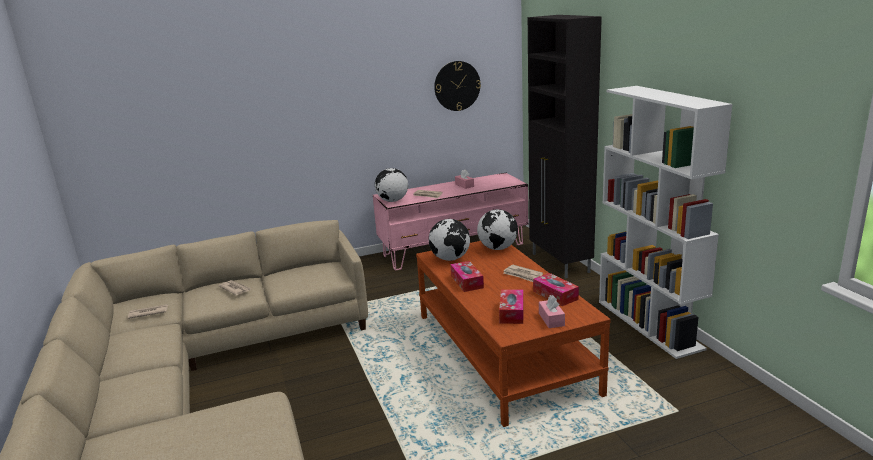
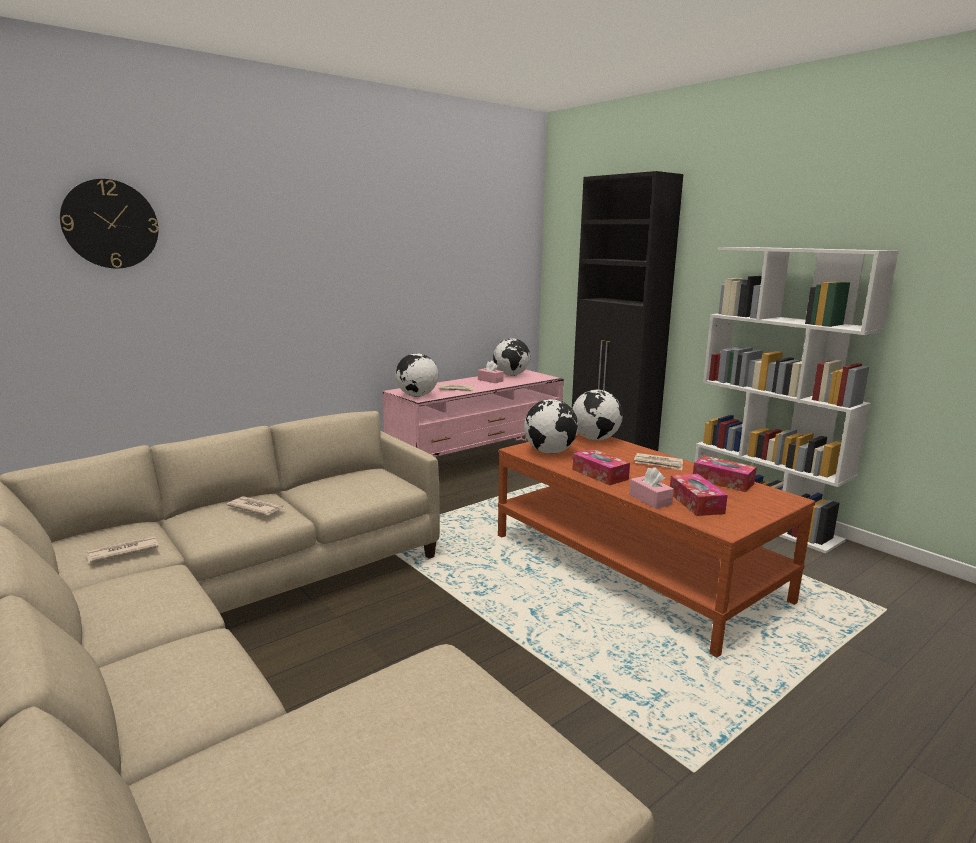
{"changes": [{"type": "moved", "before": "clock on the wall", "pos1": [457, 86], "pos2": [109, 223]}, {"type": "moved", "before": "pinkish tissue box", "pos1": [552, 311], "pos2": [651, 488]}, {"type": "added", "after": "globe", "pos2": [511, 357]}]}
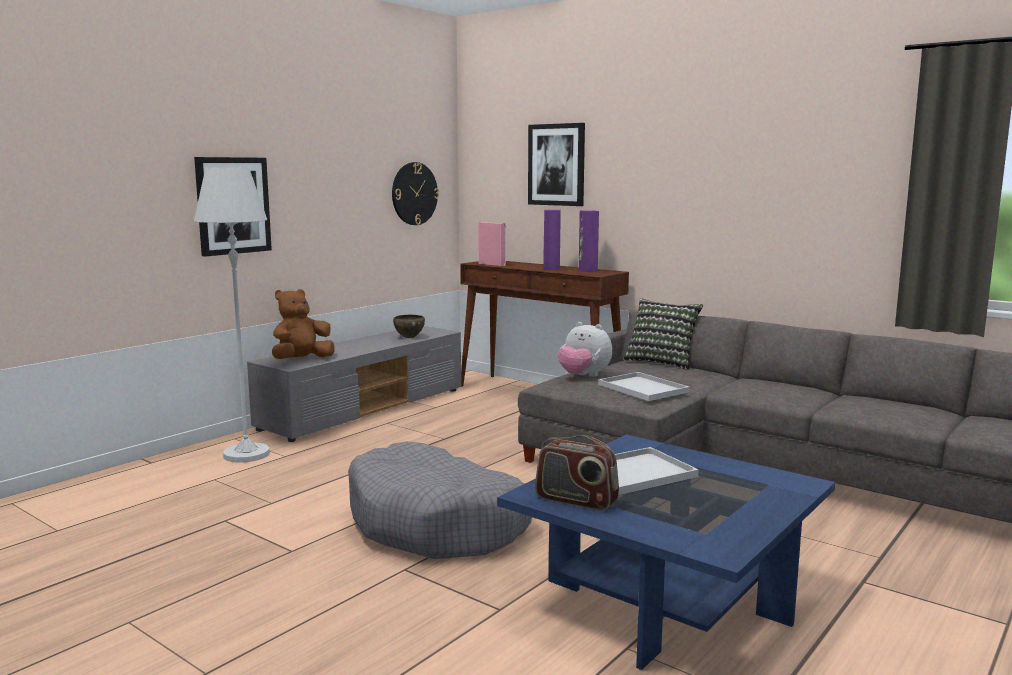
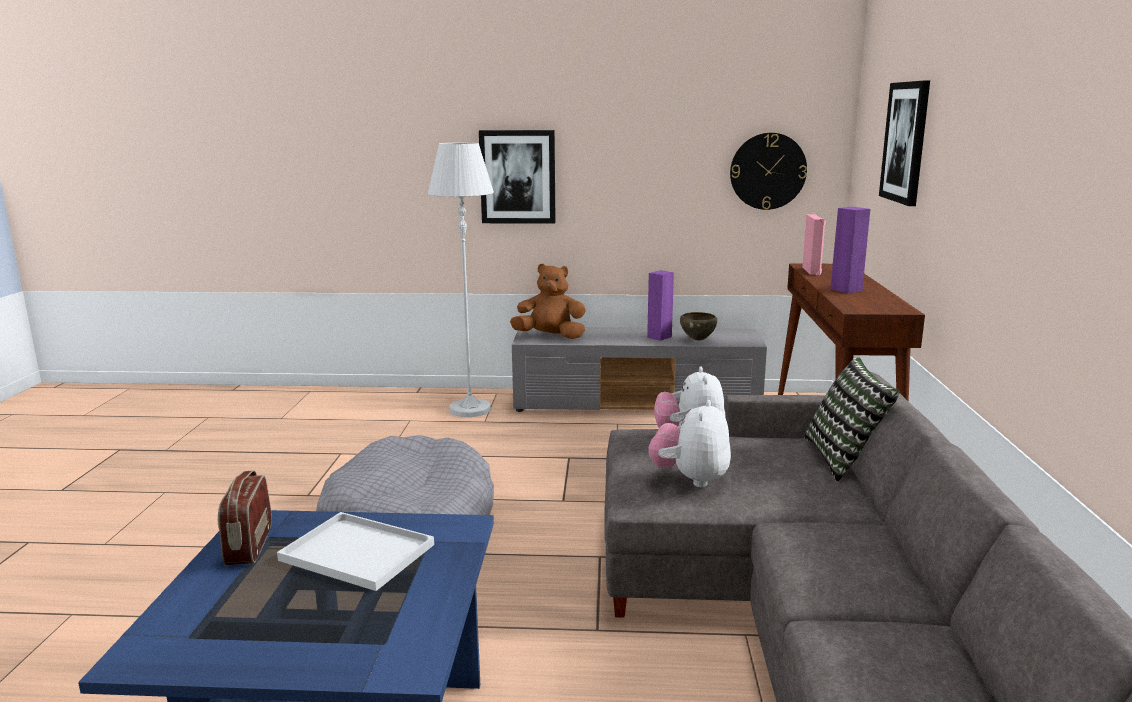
{"changes": [{"type": "moved", "before": "purple-coloured loudspeaker", "pos1": [589, 241], "pos2": [660, 305]}, {"type": "replaced", "before": "white tray", "after": "plush toy", "pos1": [644, 386], "pos2": [690, 443]}]}
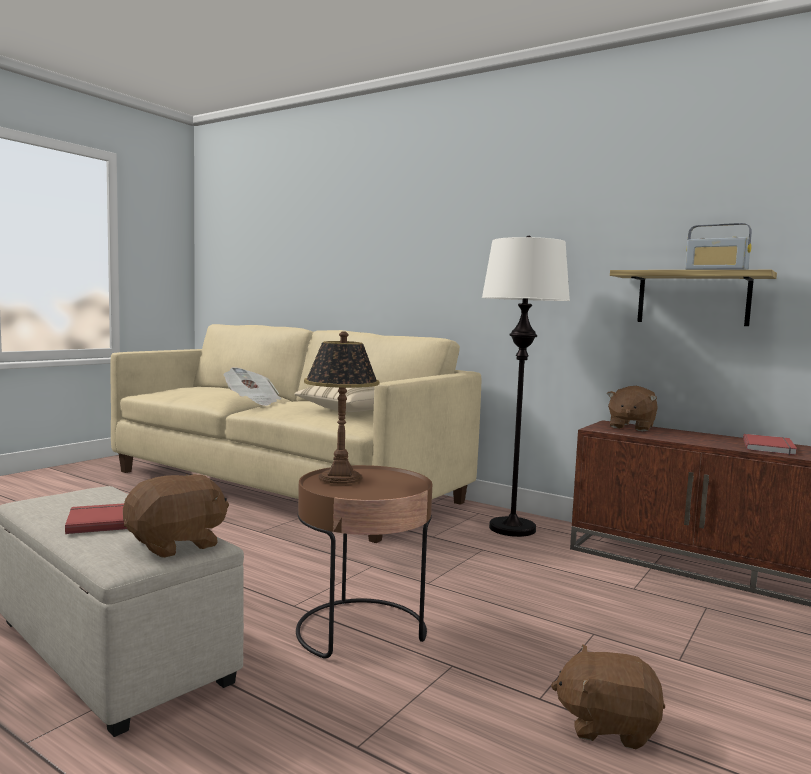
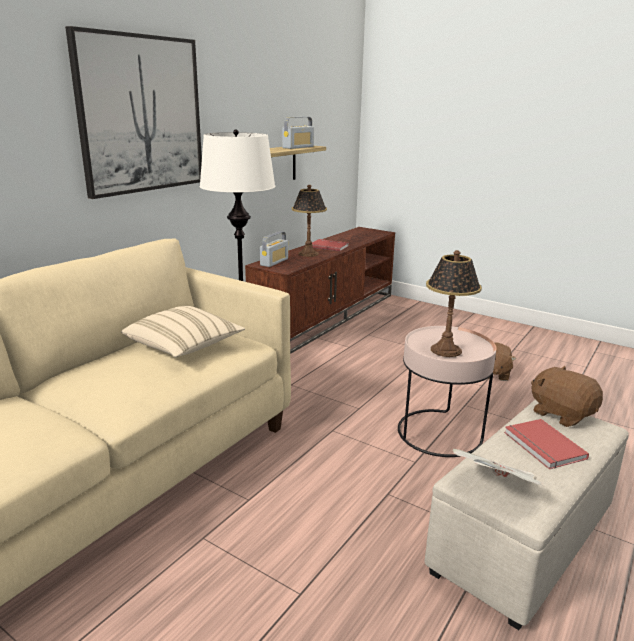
{"changes": [{"type": "moved", "before": "daily paper", "pos1": [253, 386], "pos2": [499, 468]}, {"type": "recoloured", "before": "brown end table", "after": "pinkish end table", "pos1": [364, 561], "pos2": [447, 391]}, {"type": "replaced", "before": "brown plush toy", "after": "radio", "pos1": [632, 408], "pos2": [274, 249]}, {"type": "added", "after": "picture", "pos2": [133, 112]}, {"type": "added", "after": "table lamp", "pos2": [309, 221]}]}
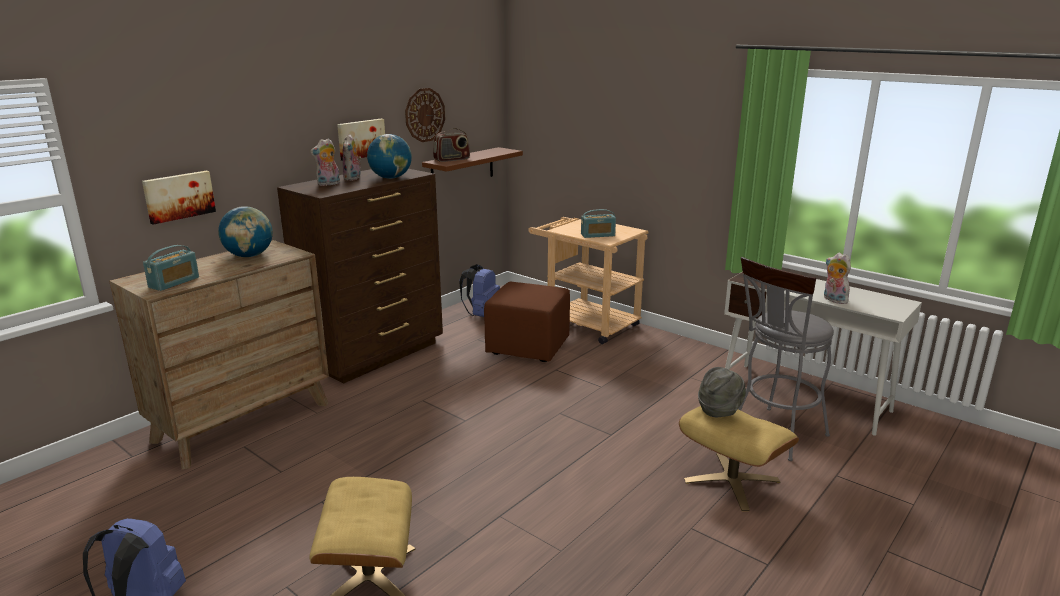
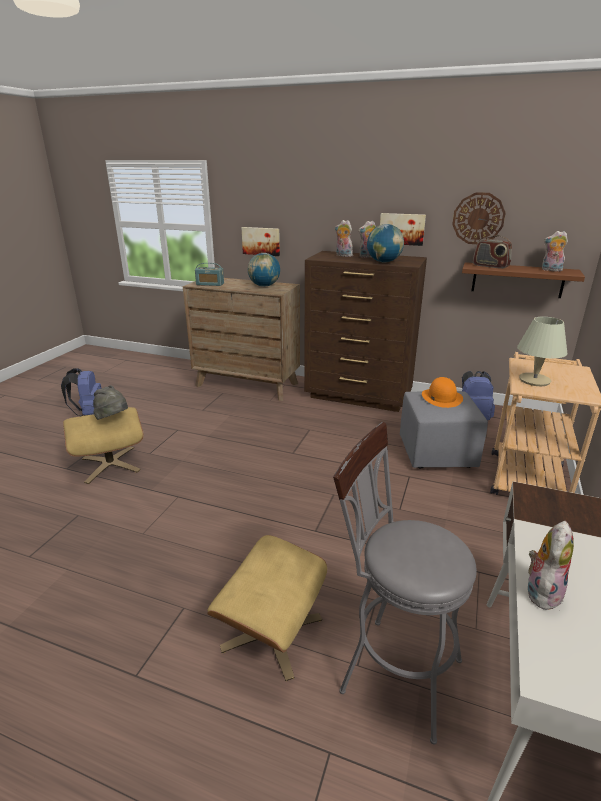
{"changes": [{"type": "recoloured", "before": "brown ottoman", "after": "gray ottoman", "pos1": [527, 322], "pos2": [444, 430]}, {"type": "replaced", "before": "radio", "after": "sand-coloured table lamp", "pos1": [598, 223], "pos2": [542, 351]}, {"type": "moved", "before": "gray clothing hat", "pos1": [722, 392], "pos2": [110, 402]}, {"type": "added", "after": "orange clothing hat", "pos2": [442, 392]}, {"type": "added", "after": "plush toy", "pos2": [555, 251]}]}
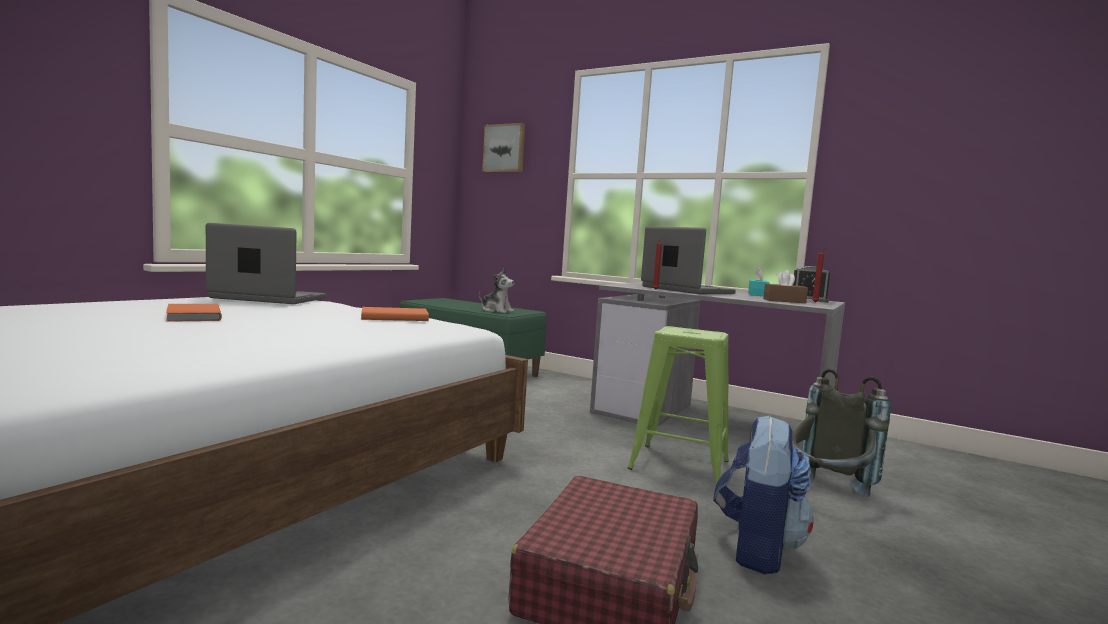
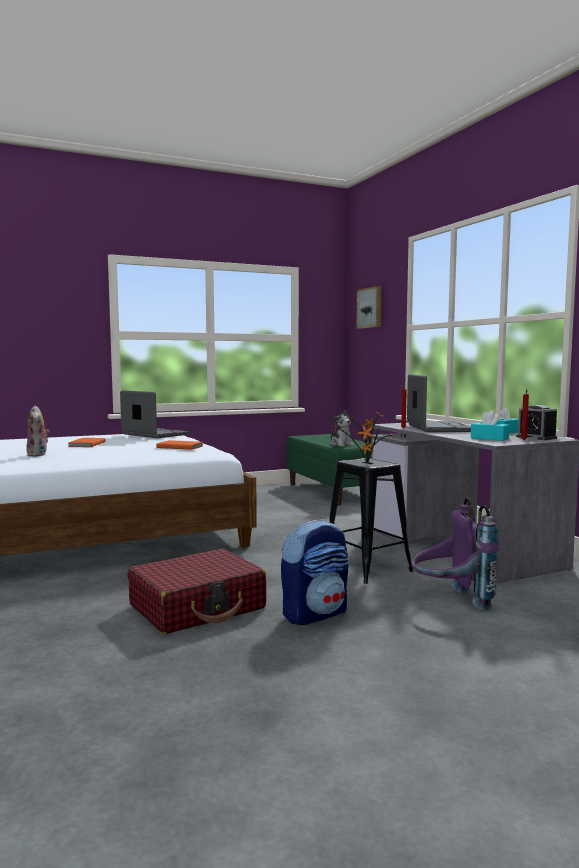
{"changes": [{"type": "recoloured", "before": "green-coloured stool", "after": "blackish stool", "pos1": [678, 406], "pos2": [371, 521]}, {"type": "recoloured", "before": "brown tissue box", "after": "blue-green tissue box", "pos1": [785, 286], "pos2": [490, 425]}, {"type": "recoloured", "before": "gray rucksack", "after": "purple-coloured rucksack", "pos1": [842, 433], "pos2": [455, 554]}, {"type": "added", "after": "plush toy", "pos2": [38, 431]}, {"type": "added", "after": "plant in a pot", "pos2": [365, 438]}]}
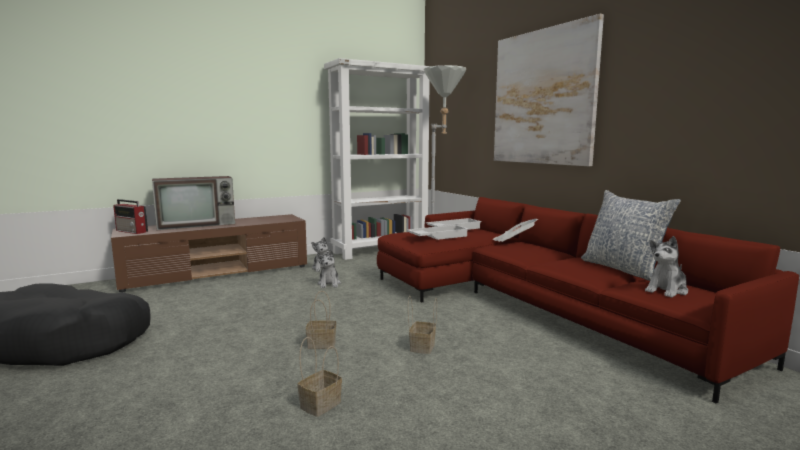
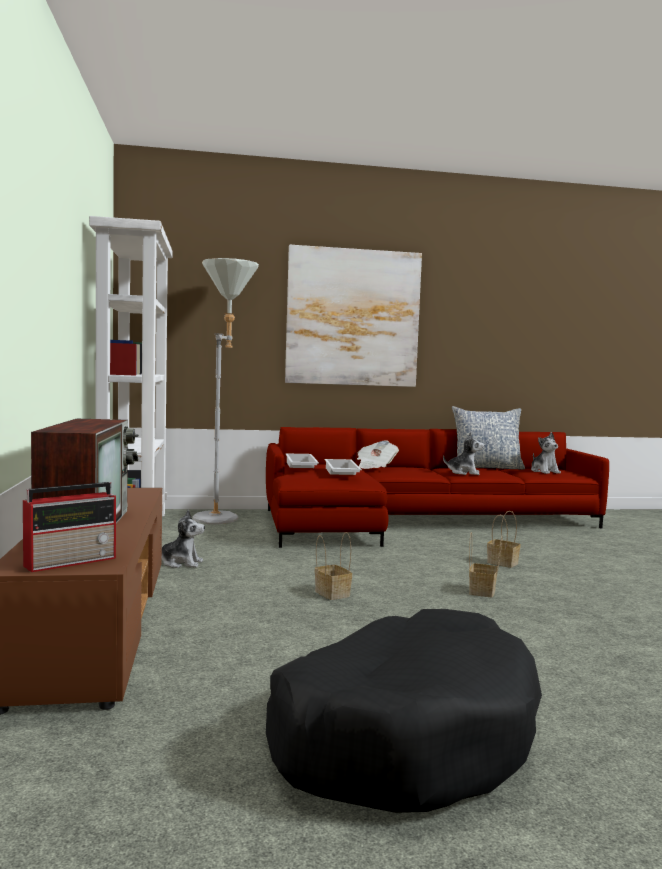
{"changes": [{"type": "moved", "before": "basket", "pos1": [319, 377], "pos2": [333, 566]}, {"type": "moved", "before": "plush toy", "pos1": [328, 268], "pos2": [464, 453]}]}
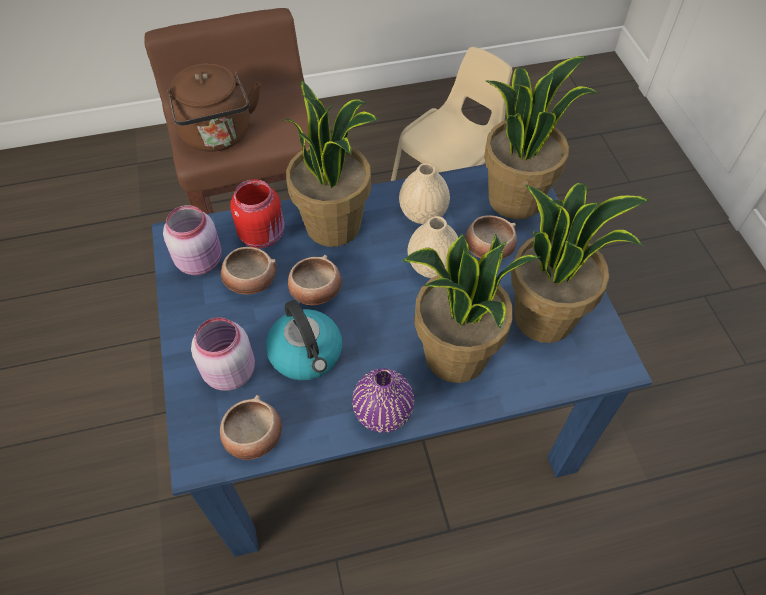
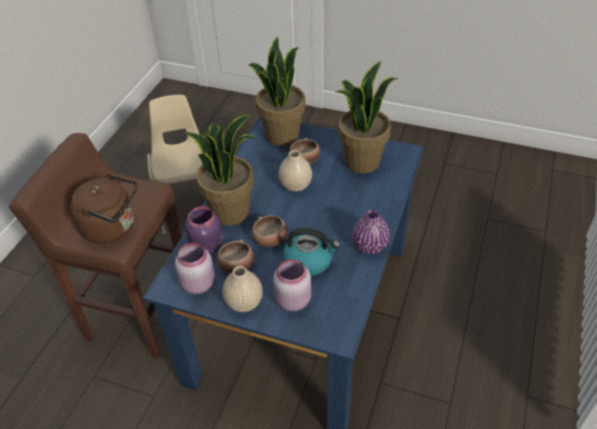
{"changes": [{"type": "removed", "before": "deep dish", "pos1": [251, 427]}, {"type": "recoloured", "before": "reddish storage jar", "after": "purple-coloured storage jar", "pos1": [257, 214], "pos2": [204, 230]}, {"type": "moved", "before": "sand-coloured flower vase", "pos1": [424, 193], "pos2": [242, 289]}, {"type": "removed", "before": "plant in a pot", "pos1": [471, 308]}]}
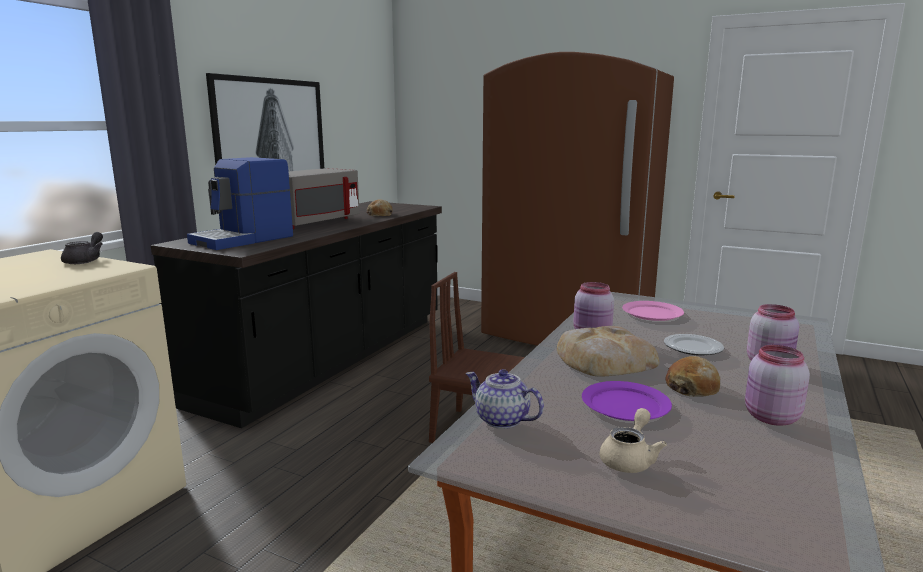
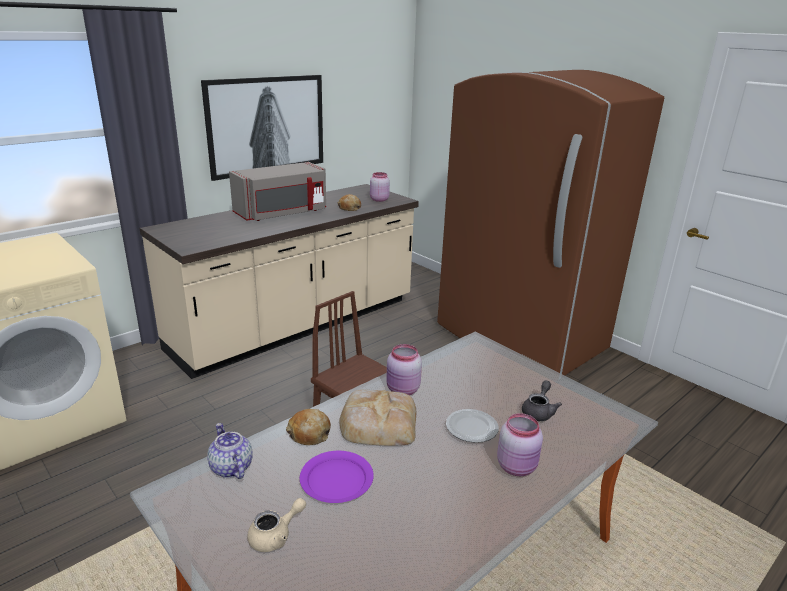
{"changes": [{"type": "moved", "before": "gray tea pot", "pos1": [82, 248], "pos2": [542, 400]}, {"type": "recoloured", "before": "blackish kitchen counter", "after": "sand-coloured kitchen counter", "pos1": [296, 314], "pos2": [279, 281]}, {"type": "removed", "before": "coffee brewer", "pos1": [240, 203]}, {"type": "removed", "before": "pinkish flat dish", "pos1": [653, 311]}, {"type": "moved", "before": "bread", "pos1": [693, 376], "pos2": [308, 427]}, {"type": "moved", "before": "pinkish storage jar", "pos1": [777, 385], "pos2": [380, 187]}]}
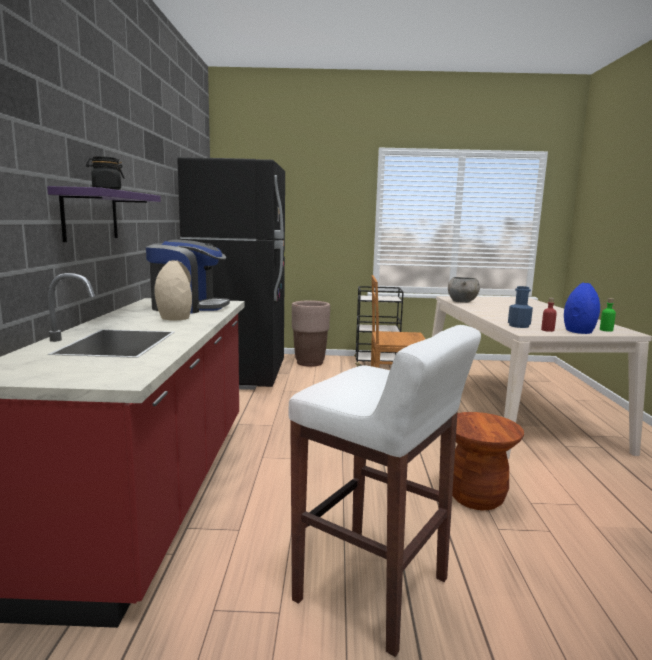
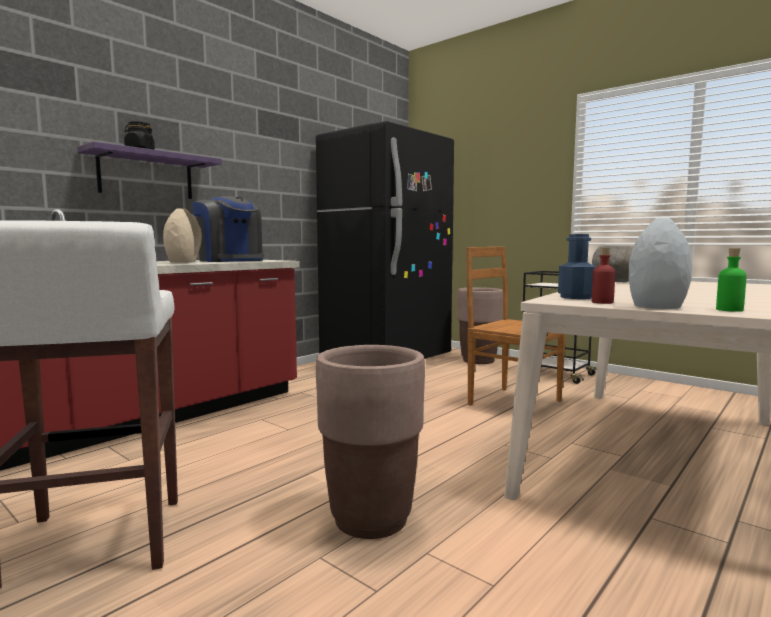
{"changes": [{"type": "replaced", "before": "brown stool", "after": "brown plant pot", "pos1": [488, 461], "pos2": [370, 442]}, {"type": "recoloured", "before": "bluish flower vase", "after": "gray flower vase", "pos1": [582, 308], "pos2": [660, 263]}]}
